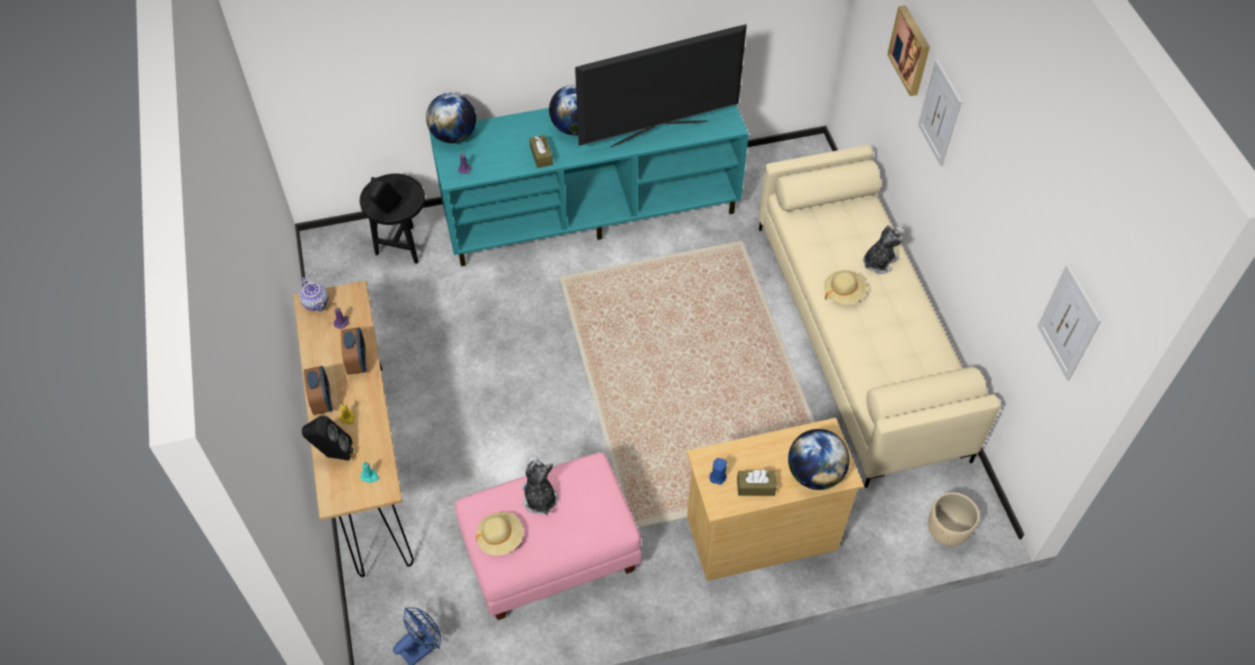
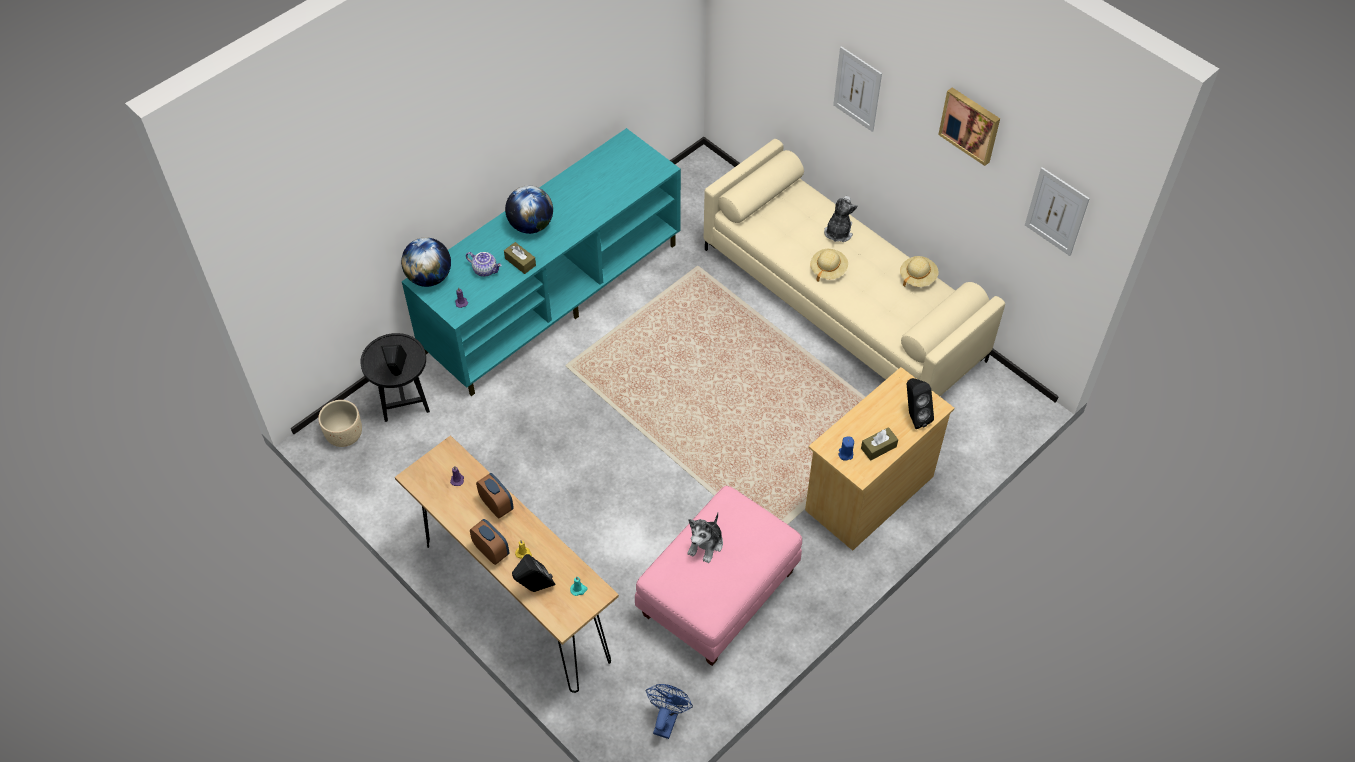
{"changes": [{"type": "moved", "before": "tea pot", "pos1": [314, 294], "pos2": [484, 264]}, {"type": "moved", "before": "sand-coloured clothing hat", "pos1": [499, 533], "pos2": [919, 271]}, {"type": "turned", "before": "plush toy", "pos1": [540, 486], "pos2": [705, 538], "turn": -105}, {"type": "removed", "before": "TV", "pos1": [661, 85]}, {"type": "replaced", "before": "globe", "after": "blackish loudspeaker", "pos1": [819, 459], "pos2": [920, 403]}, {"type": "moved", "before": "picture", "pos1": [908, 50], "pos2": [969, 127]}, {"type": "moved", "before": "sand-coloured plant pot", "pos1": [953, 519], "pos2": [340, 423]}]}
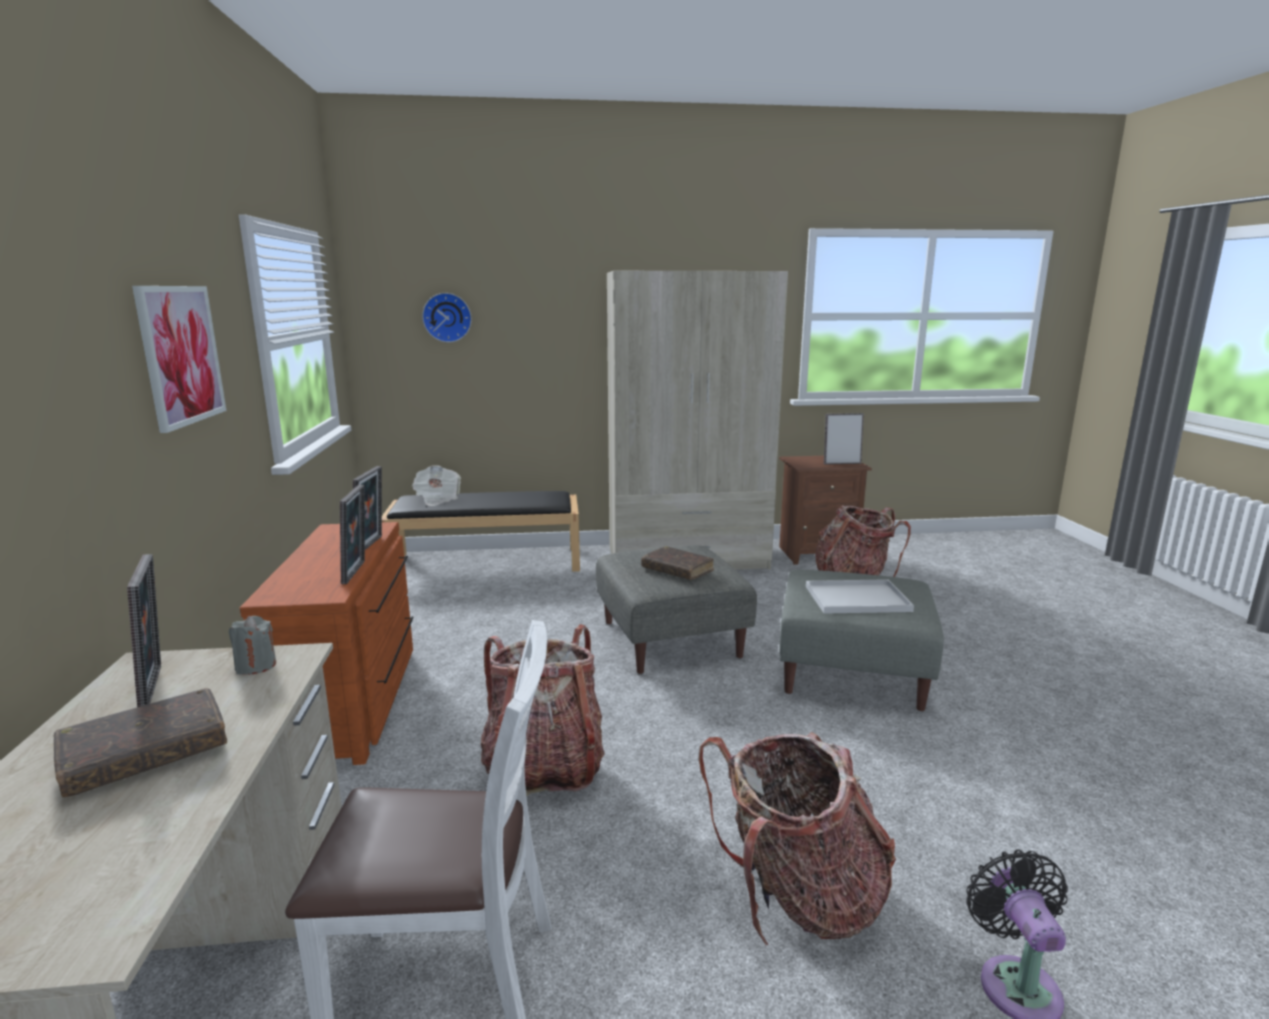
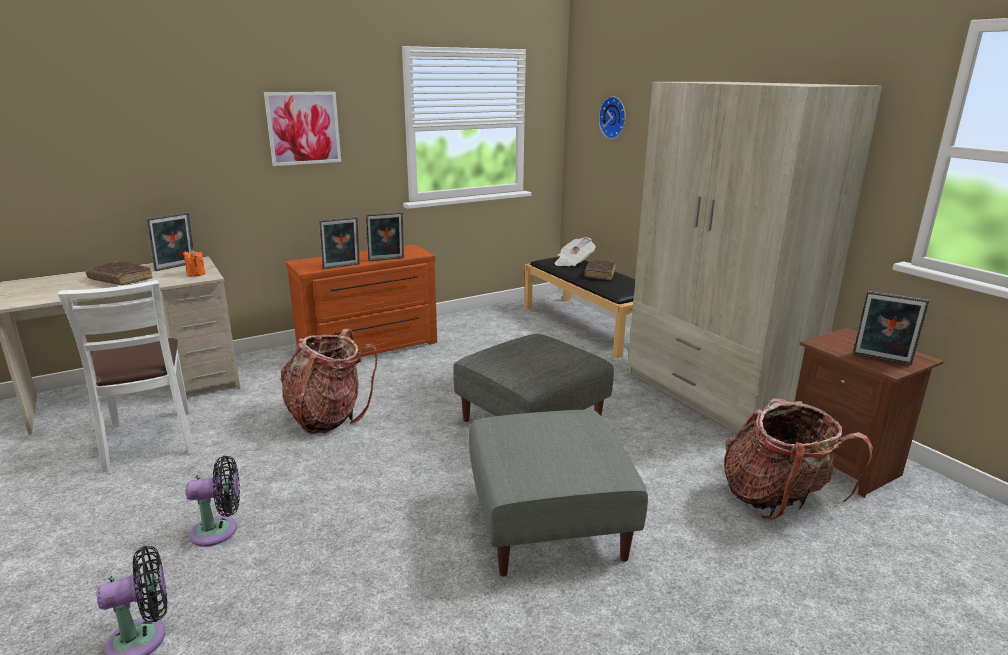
{"changes": [{"type": "recoloured", "before": "gray wax candle", "after": "orange wax candle", "pos1": [252, 645], "pos2": [194, 263]}, {"type": "moved", "before": "brown book", "pos1": [677, 563], "pos2": [600, 270]}, {"type": "replaced", "before": "rucksack", "after": "blackish fan", "pos1": [797, 838], "pos2": [213, 501]}, {"type": "removed", "before": "white tray", "pos1": [860, 596]}, {"type": "turned", "before": "standing frame", "pos1": [844, 439], "pos2": [891, 327], "turn": 150}]}
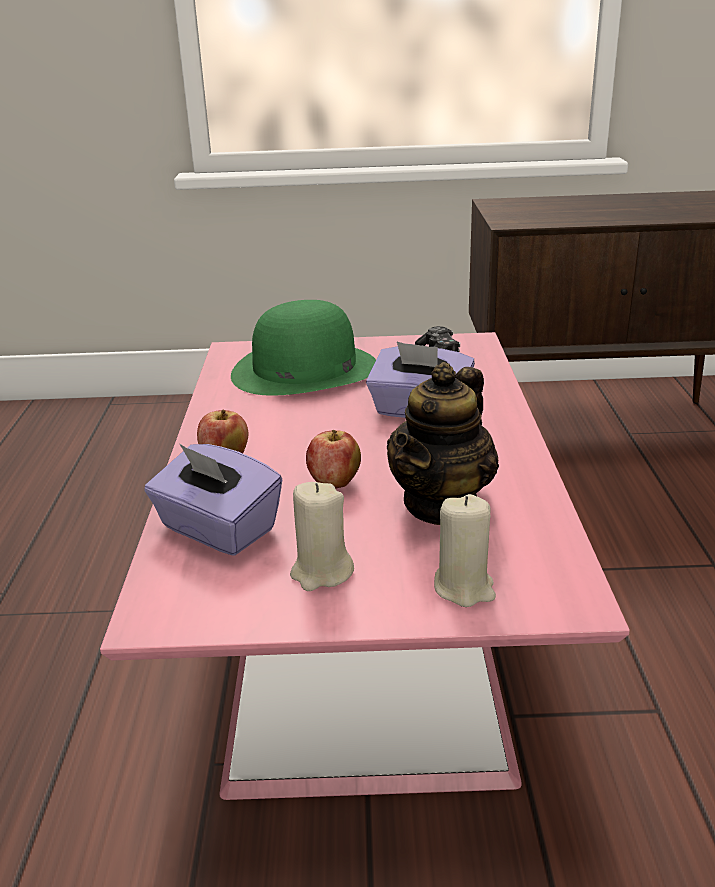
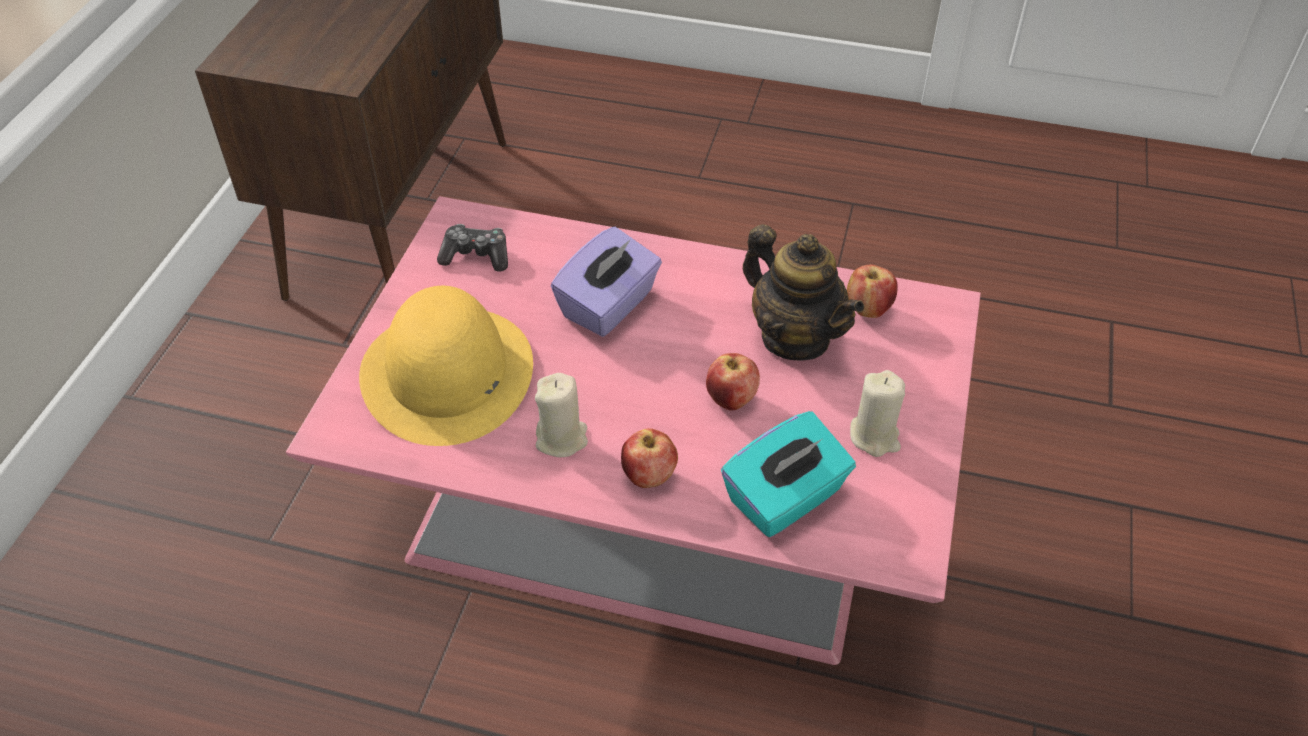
{"changes": [{"type": "recoloured", "before": "purple-coloured tissue box", "after": "blue-green tissue box", "pos1": [213, 500], "pos2": [788, 474]}, {"type": "recoloured", "before": "green-coloured clothing hat", "after": "yellow clothing hat", "pos1": [303, 348], "pos2": [446, 366]}, {"type": "moved", "before": "sand-coloured wax candle", "pos1": [465, 550], "pos2": [561, 415]}, {"type": "added", "after": "whole apple", "pos2": [872, 291]}]}
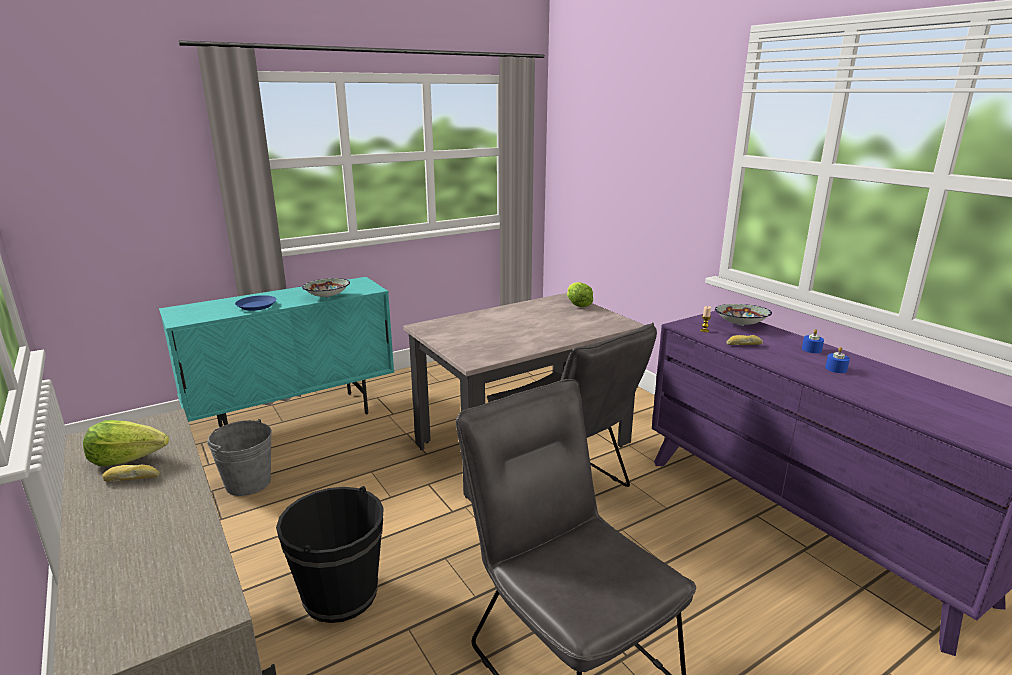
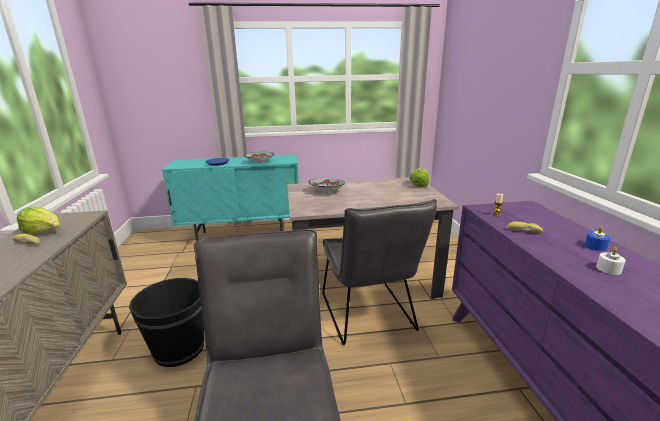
{"changes": [{"type": "removed", "before": "gray bucket", "pos1": [239, 457]}, {"type": "moved", "before": "deep dish", "pos1": [743, 315], "pos2": [327, 185]}, {"type": "recoloured", "before": "bluish wax candle", "after": "white wax candle", "pos1": [837, 360], "pos2": [611, 261]}]}
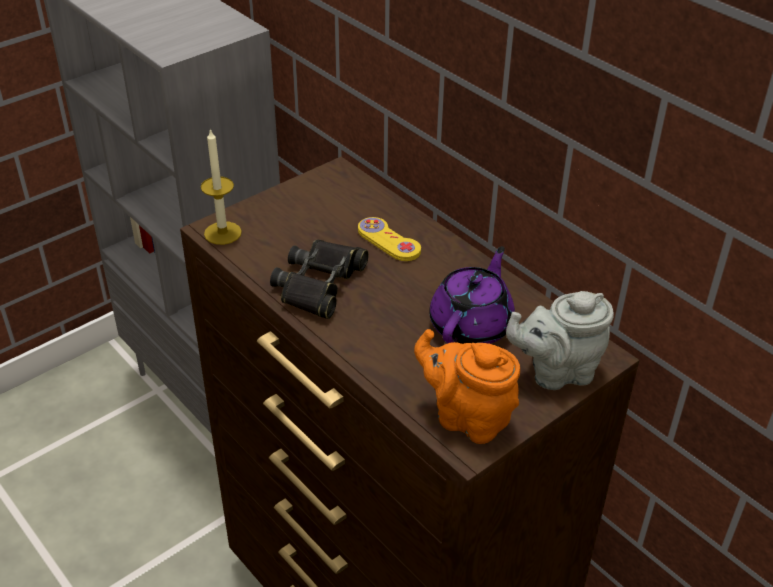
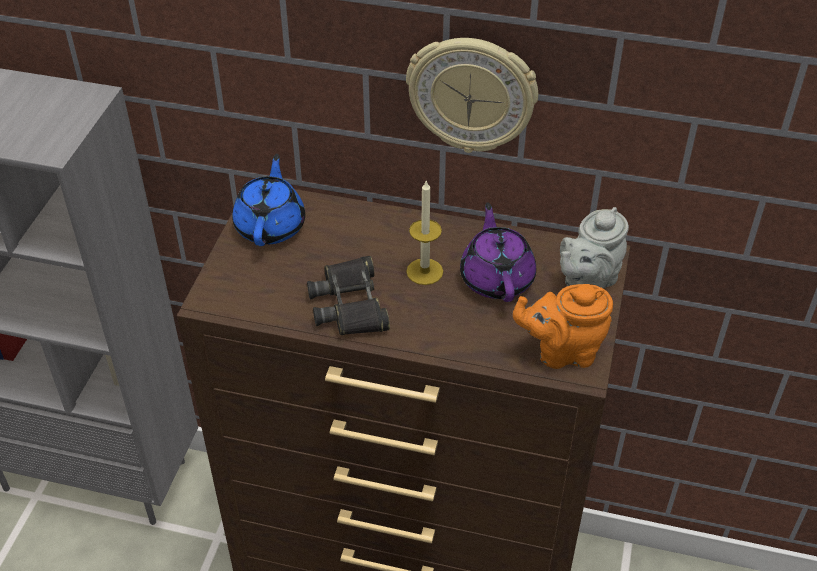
{"changes": [{"type": "moved", "before": "wax candle", "pos1": [221, 186], "pos2": [424, 233]}, {"type": "removed", "before": "yellow joypad", "pos1": [389, 239]}, {"type": "added", "after": "bluish tea pot", "pos2": [268, 200]}, {"type": "added", "after": "clock on the wall", "pos2": [472, 95]}]}
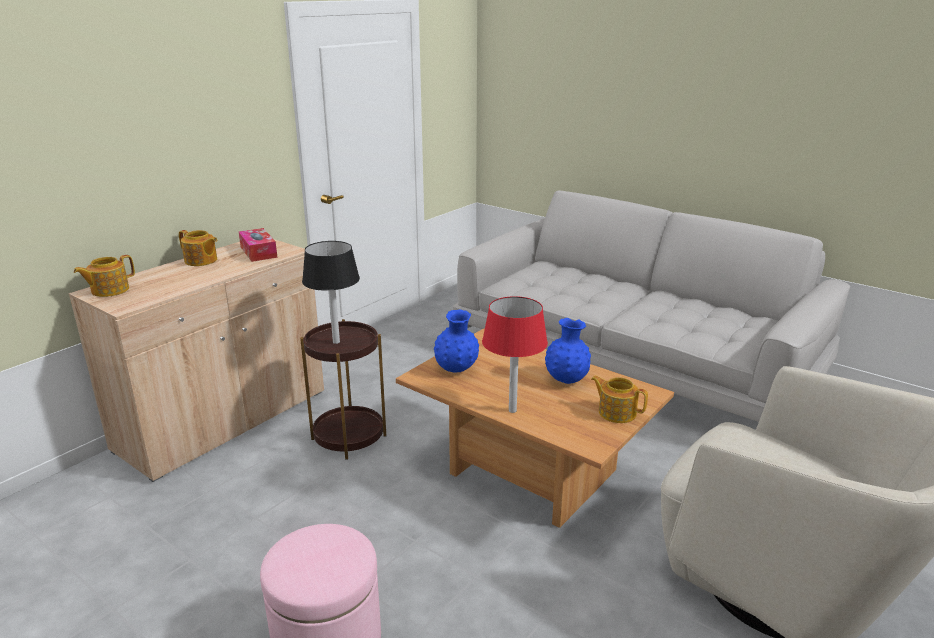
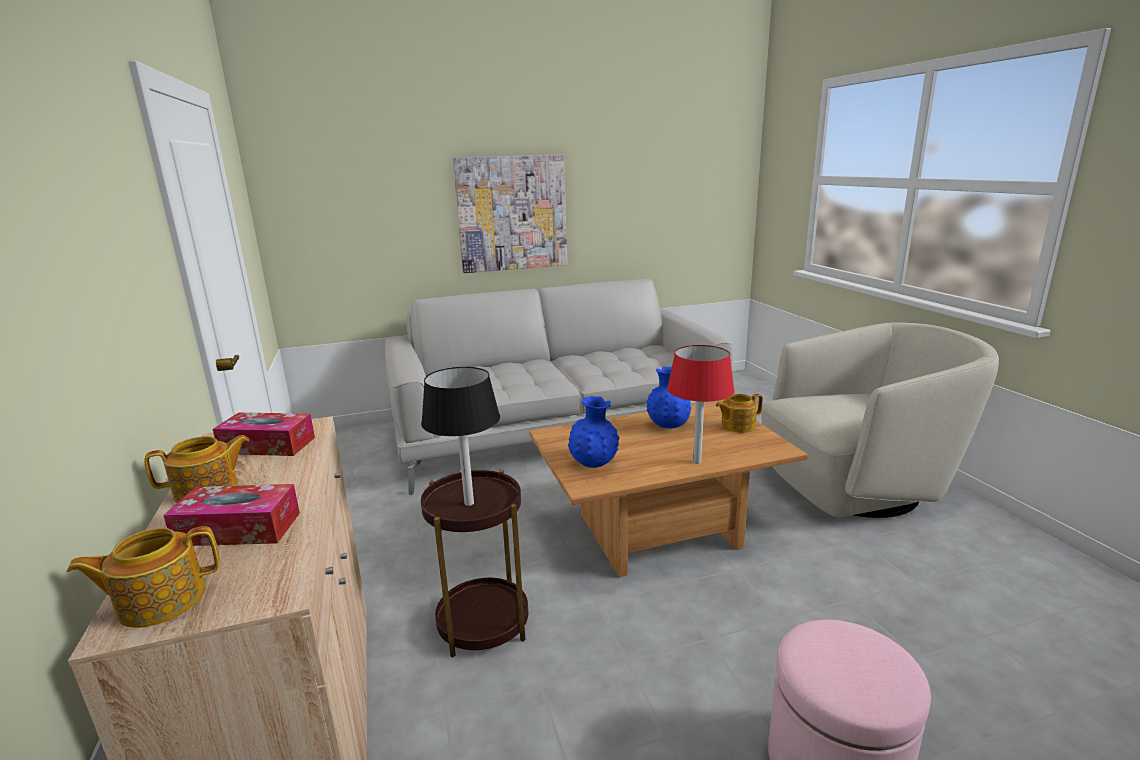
{"changes": [{"type": "turned", "before": "tea pot", "pos1": [104, 276], "pos2": [143, 577], "turn": 75}, {"type": "added", "after": "tissue box", "pos2": [231, 515]}, {"type": "added", "after": "picture", "pos2": [510, 213]}]}
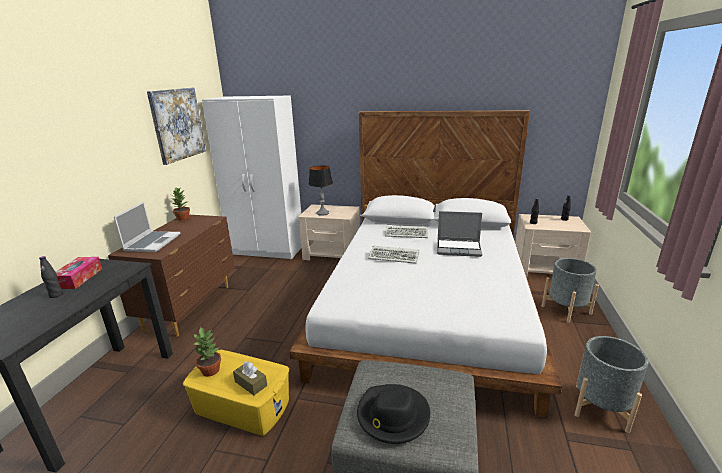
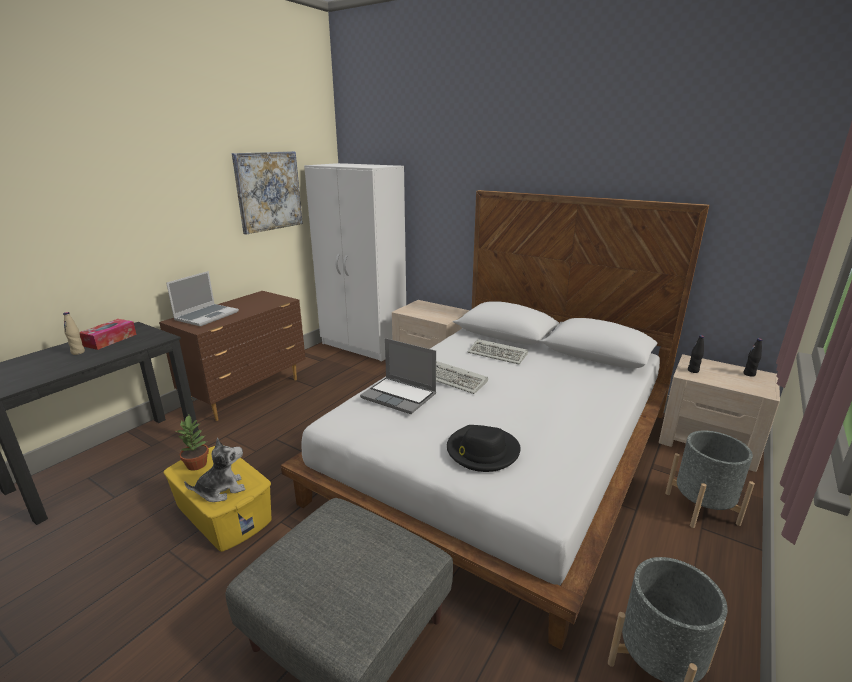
{"changes": [{"type": "recoloured", "before": "blackish bottle", "after": "sand-coloured bottle", "pos1": [51, 277], "pos2": [74, 333]}, {"type": "removed", "before": "plant in a pot", "pos1": [181, 204]}, {"type": "replaced", "before": "brown tissue box", "after": "plush toy", "pos1": [250, 378], "pos2": [214, 470]}, {"type": "removed", "before": "table lamp", "pos1": [321, 190]}, {"type": "moved", "before": "blackish clothing hat", "pos1": [393, 414], "pos2": [484, 448]}, {"type": "moved", "before": "laptop", "pos1": [459, 234], "pos2": [398, 376]}]}
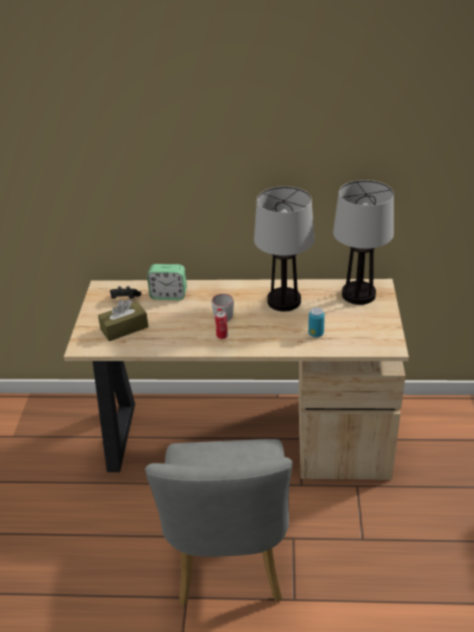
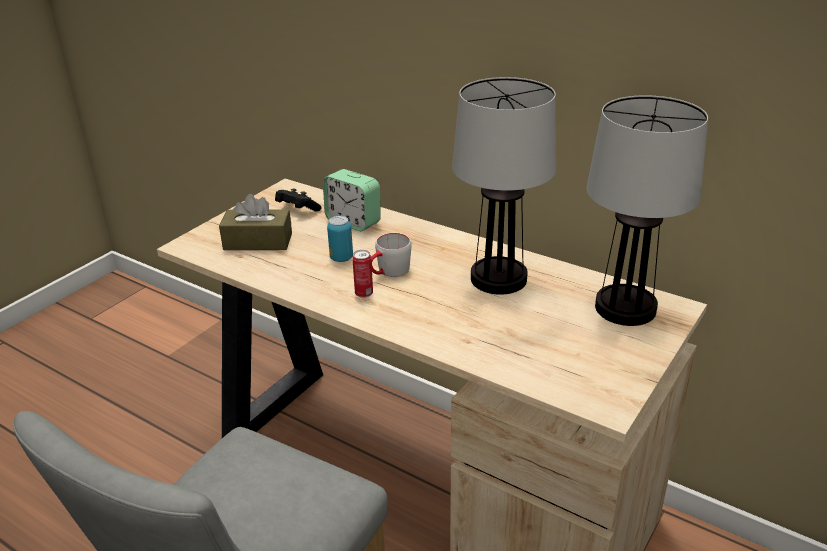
{"changes": [{"type": "moved", "before": "metal can", "pos1": [316, 322], "pos2": [340, 239]}]}
